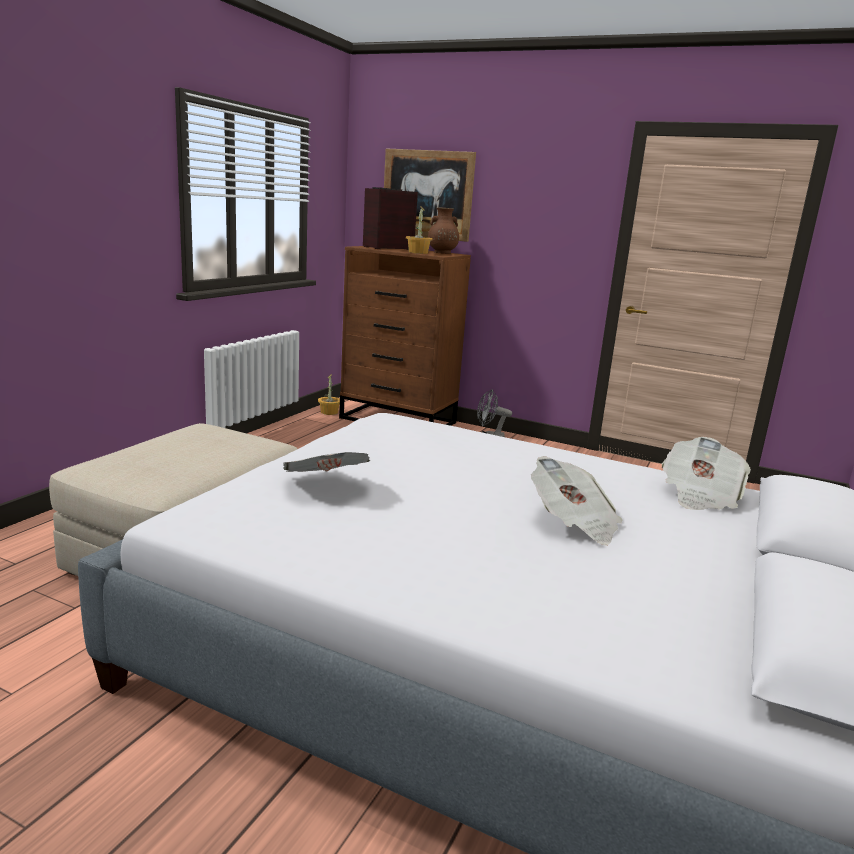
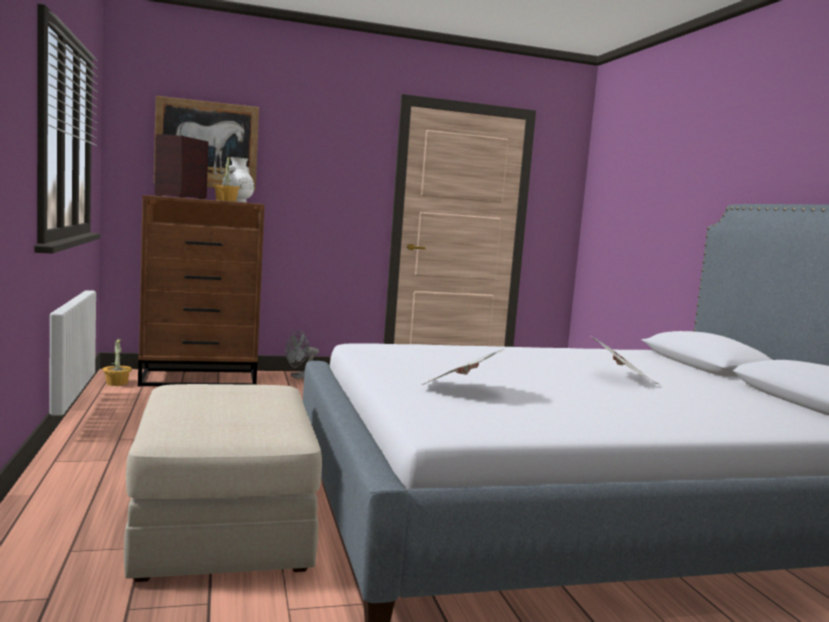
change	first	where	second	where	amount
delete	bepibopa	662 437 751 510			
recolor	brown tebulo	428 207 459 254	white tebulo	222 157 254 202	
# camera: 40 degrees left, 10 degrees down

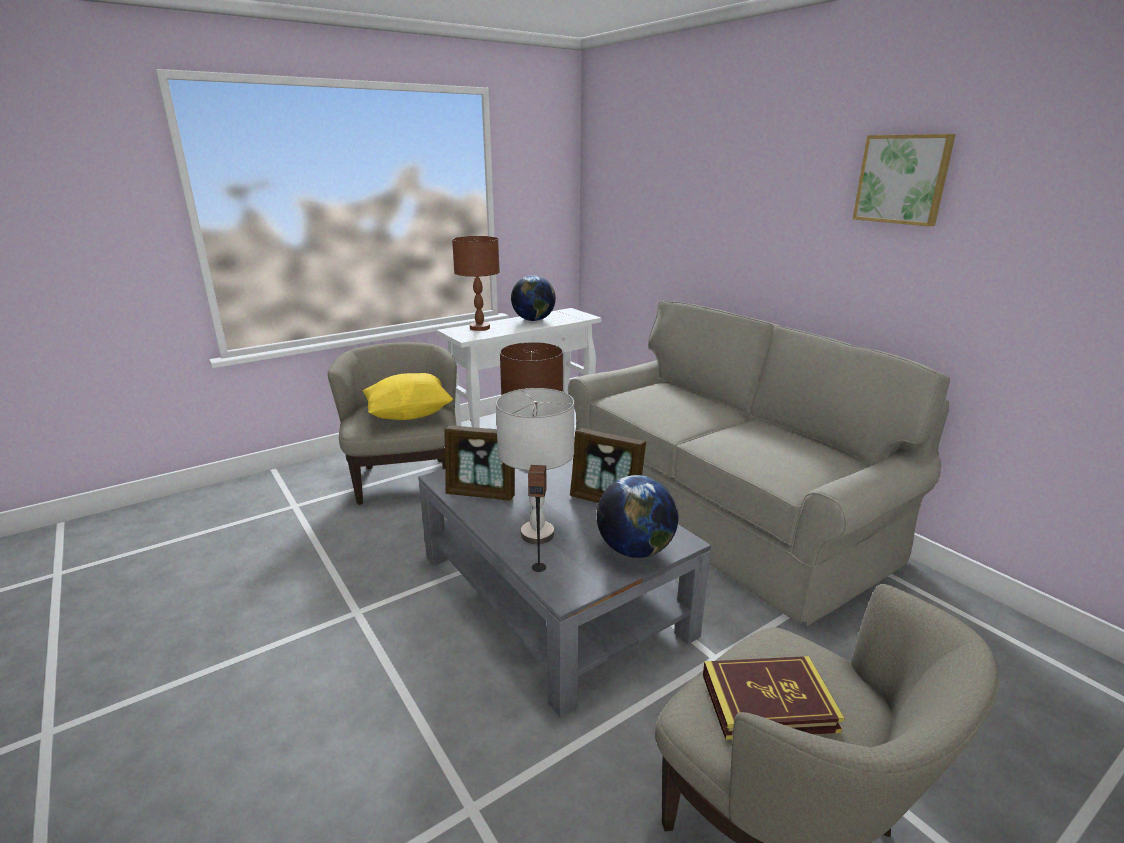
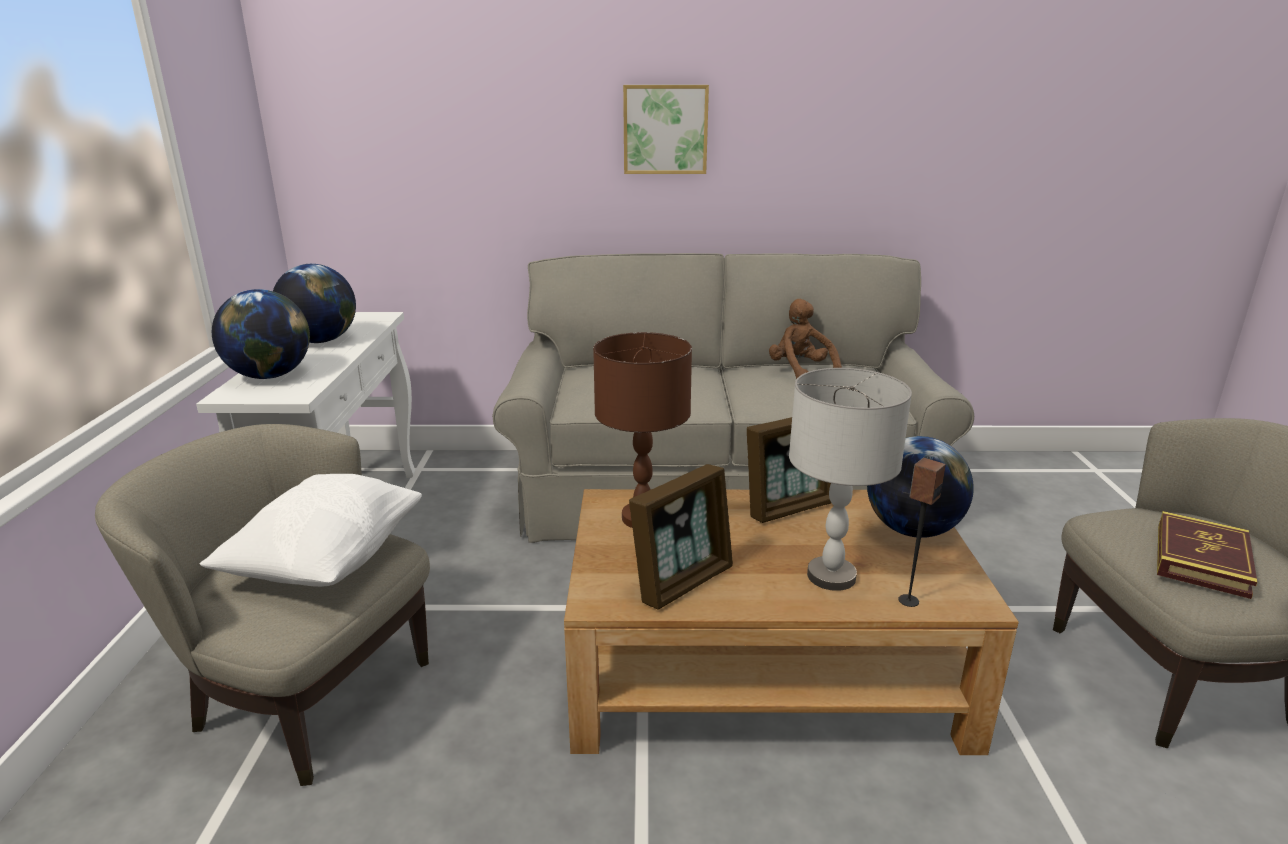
change	first	where	second	where	amount
insert			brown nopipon	769 299 842 379	
move	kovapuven	853 134 956 227		623 85 709 174	
replace	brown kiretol	452 236 500 331	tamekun	212 289 310 379	
recolor	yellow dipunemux	362 373 453 420	white dipunemux	200 474 422 587	
recolor	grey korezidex	418 458 711 718	brown korezidex	564 489 1019 755	
# camera: 55 degrees left, 0 degrees up

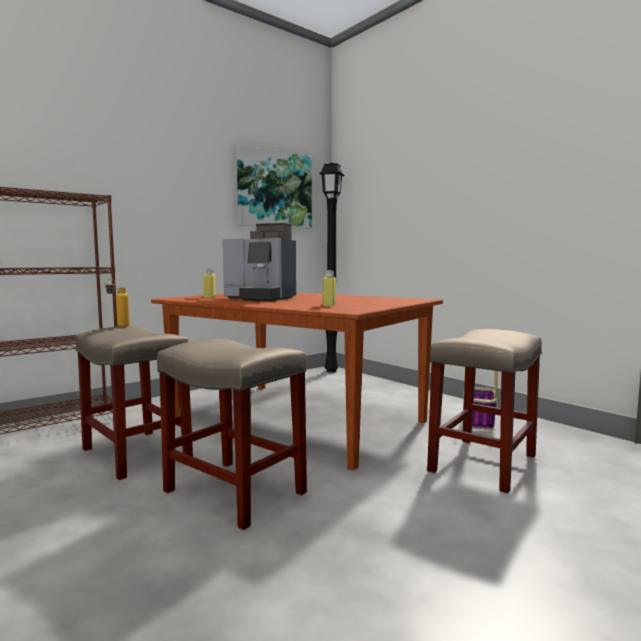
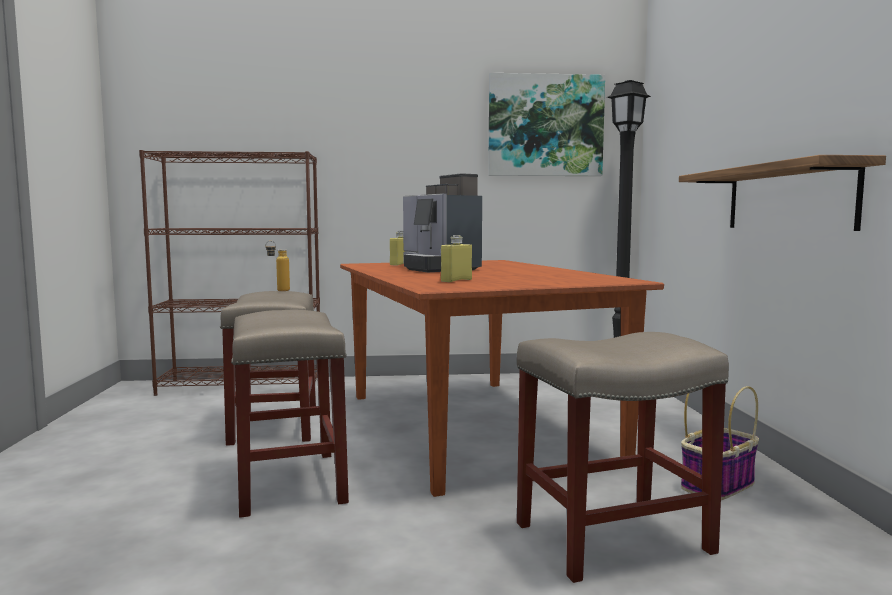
change	first	where	second	where	amount
insert			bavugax	679 155 886 231	
# camera: 35 degrees right, 0 degrees up

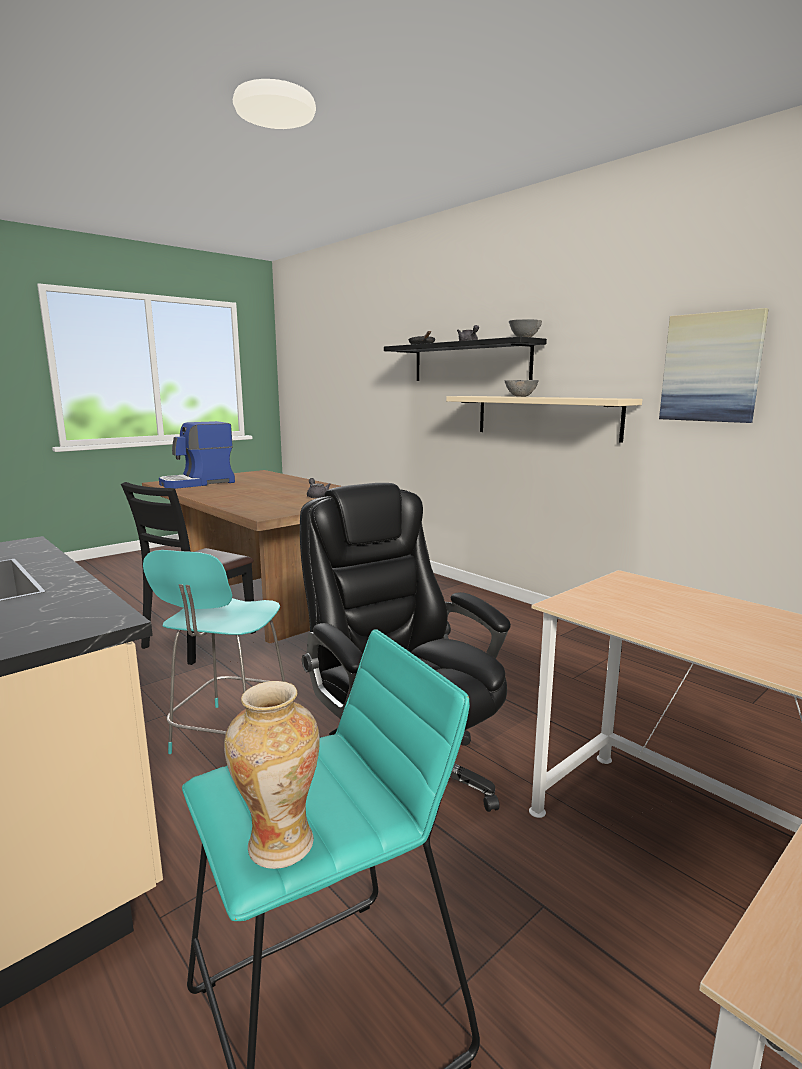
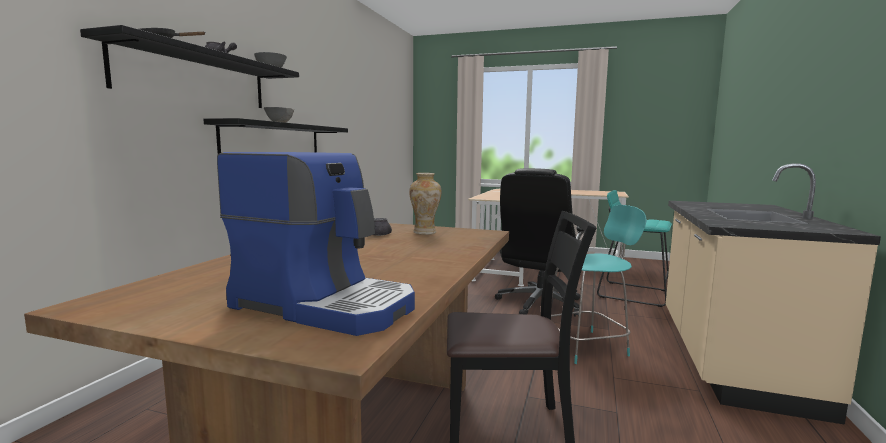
change	first	where	second	where	amount
delete	kovapuven	659 308 769 423			
move	tebulo	224 681 320 869		409 173 442 235	
recolor	beige bavugax	446 396 642 443	black bavugax	203 118 348 154	
# camera: 120 degrees left, 5 degrees down

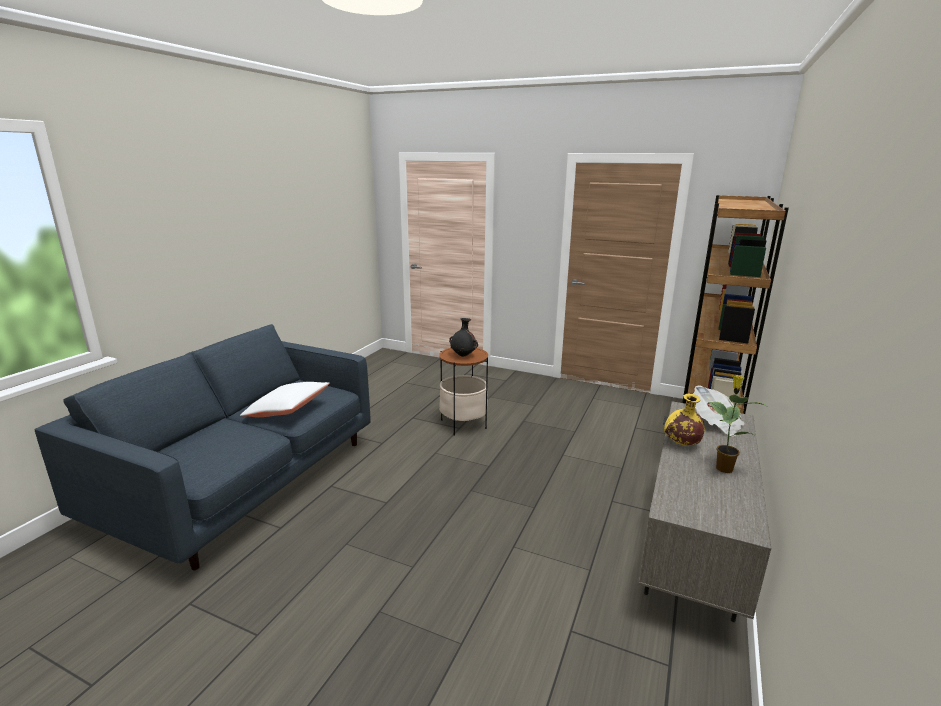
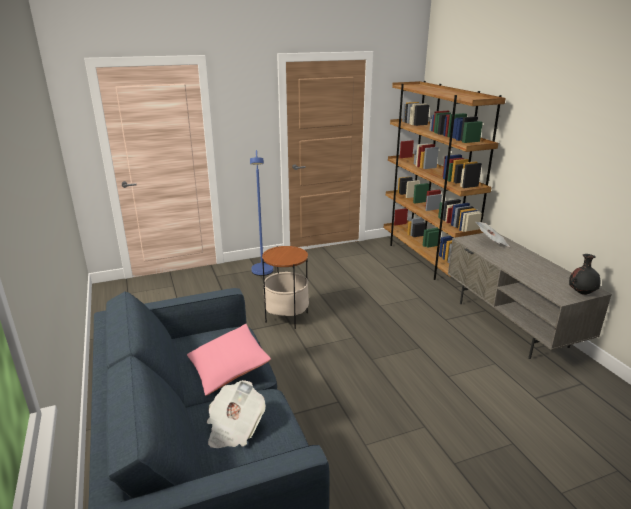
change	first	where	second	where	amount
delete	yellow tebulo	664 394 705 445			
delete	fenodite	708 375 768 473			
insert			bepibopa	207 380 266 448	
insert			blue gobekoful	250 150 273 276	
move	black tebulo	449 318 478 357		569 254 601 295	
recolor	white dipunemux	240 382 329 417	pink dipunemux	187 324 271 396	
# camera: 45 degrees left, 5 degrees up

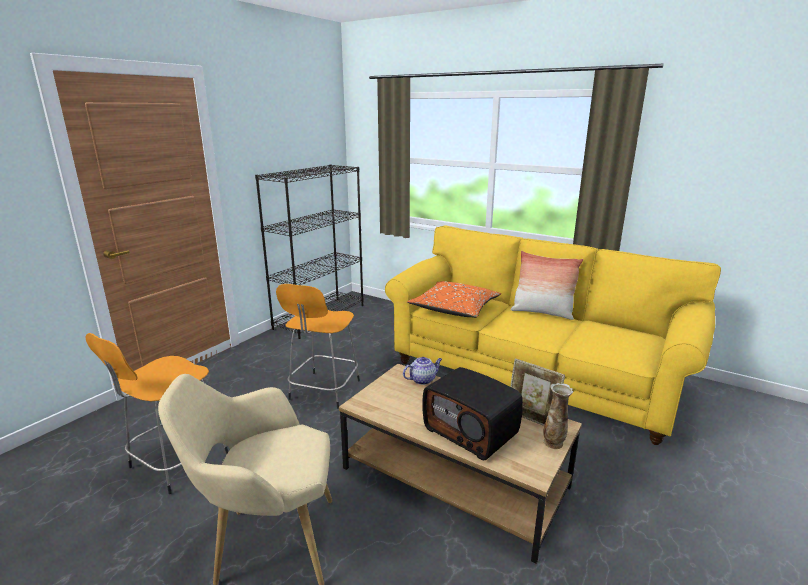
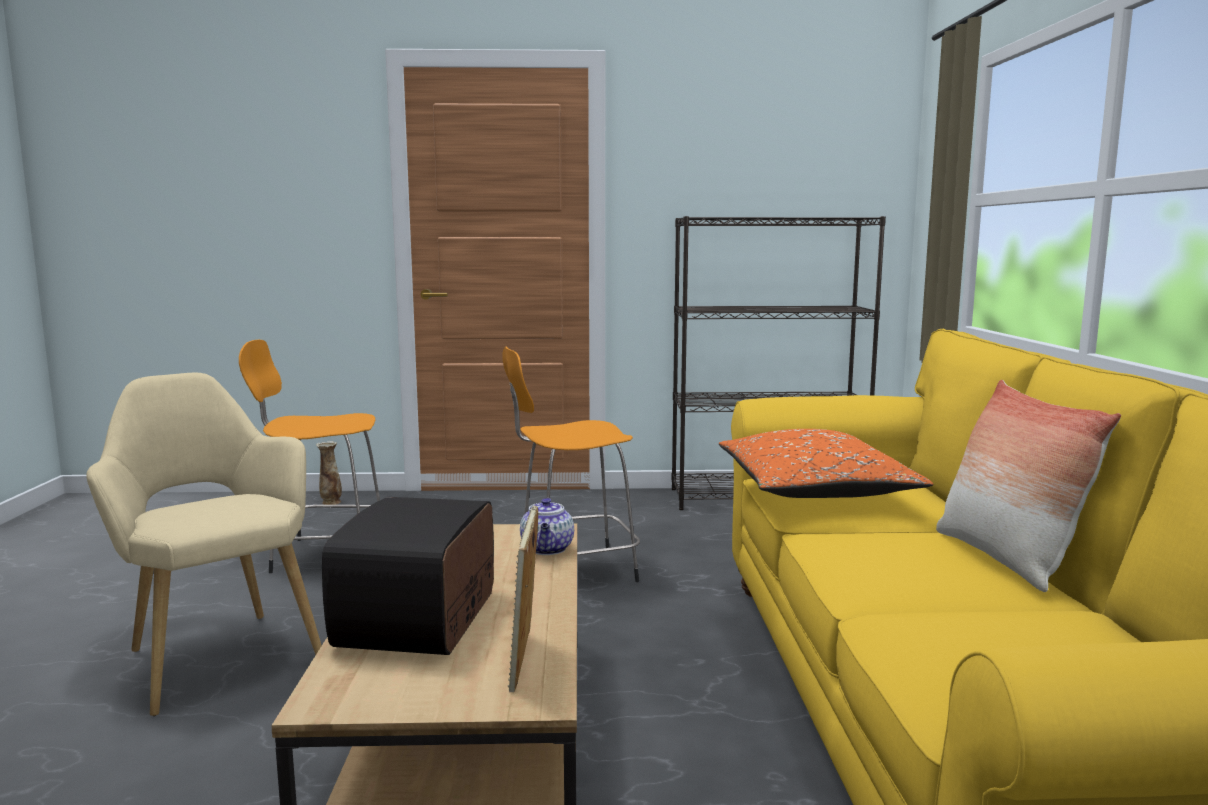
change	first	where	second	where	amount
move	tebulo	543 383 573 449		316 441 342 505	
rotate	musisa	403 357 442 385		520 498 574 555	60 degrees clockwise
# camera: 55 degrees right, 10 degrees down

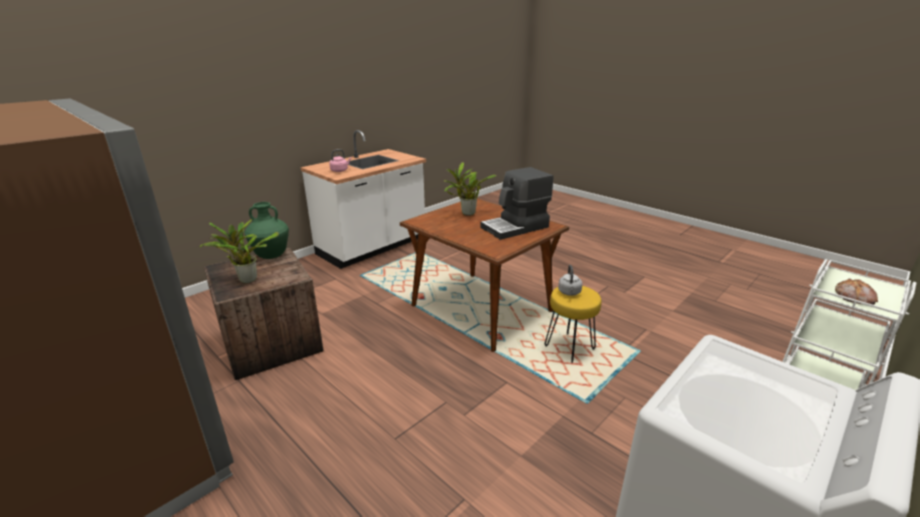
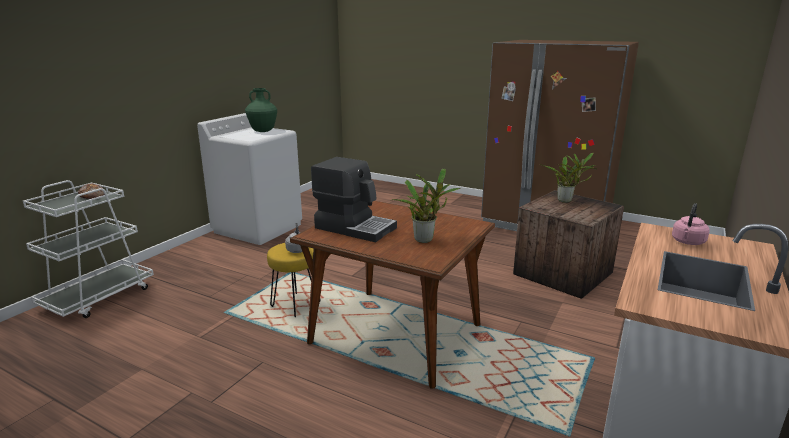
change	first	where	second	where	amount
move	green tebulo	244 202 289 259		245 88 277 132	
rotate	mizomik	480 167 554 240		311 157 397 242	75 degrees clockwise
# camera: 165 degrees right, 5 degrees down

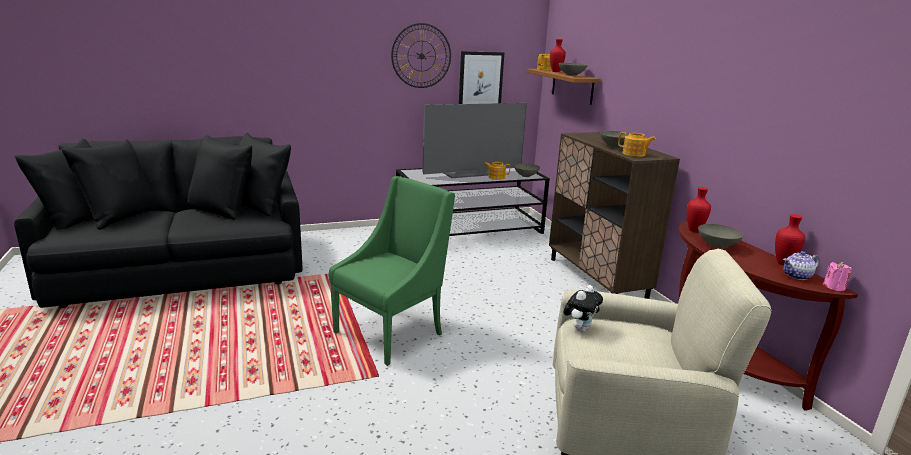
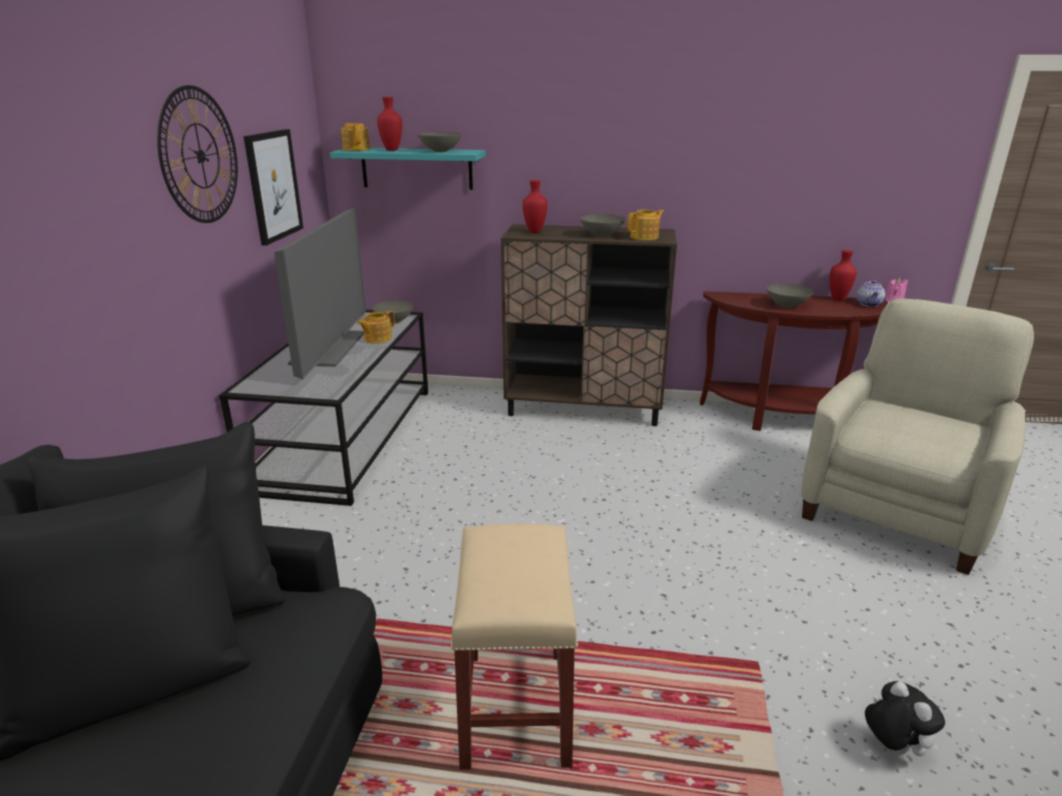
change	first	where	second	where	amount
delete	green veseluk	329 176 455 366			
insert			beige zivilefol	451 524 578 770	
move	nopipon	563 285 603 332		865 681 945 756	
move	red tebulo	687 187 711 232		523 180 547 233	
recolor	brown bavugax	527 69 601 105	turquoise bavugax	330 148 486 190	
# camera: 60 degrees left, 5 degrees up

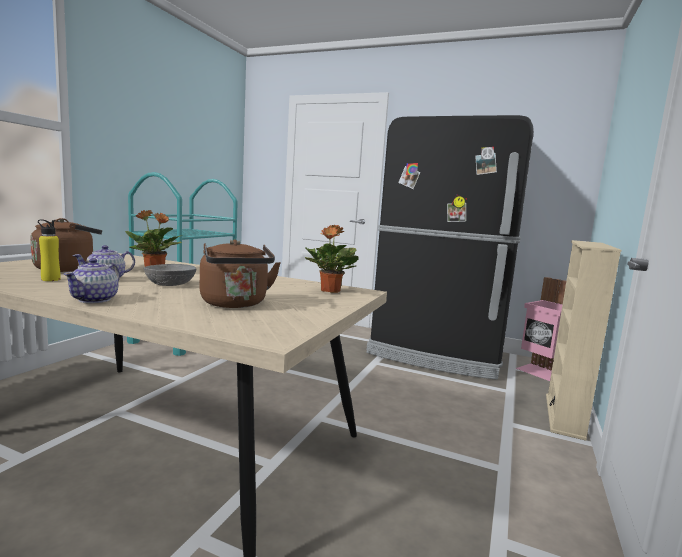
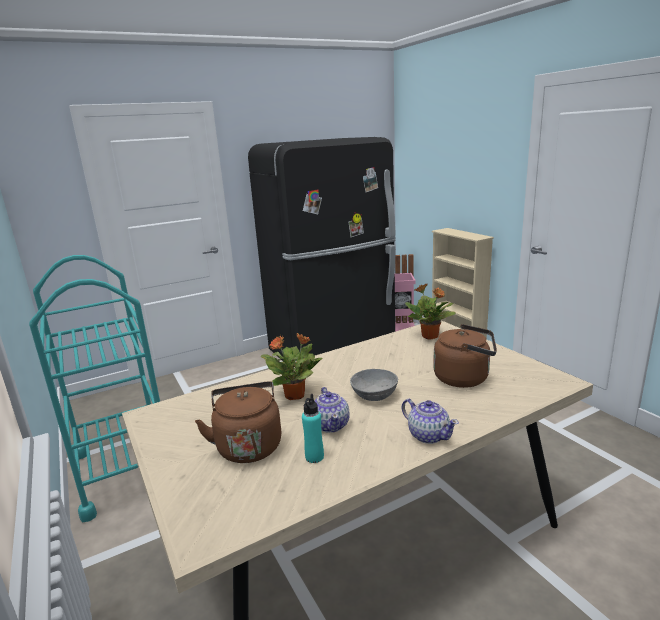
change	first	where	second	where	amount
recolor	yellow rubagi	38 219 61 281	turquoise rubagi	302 394 324 463	
# camera: 50 degrees left, 10 degrees up

